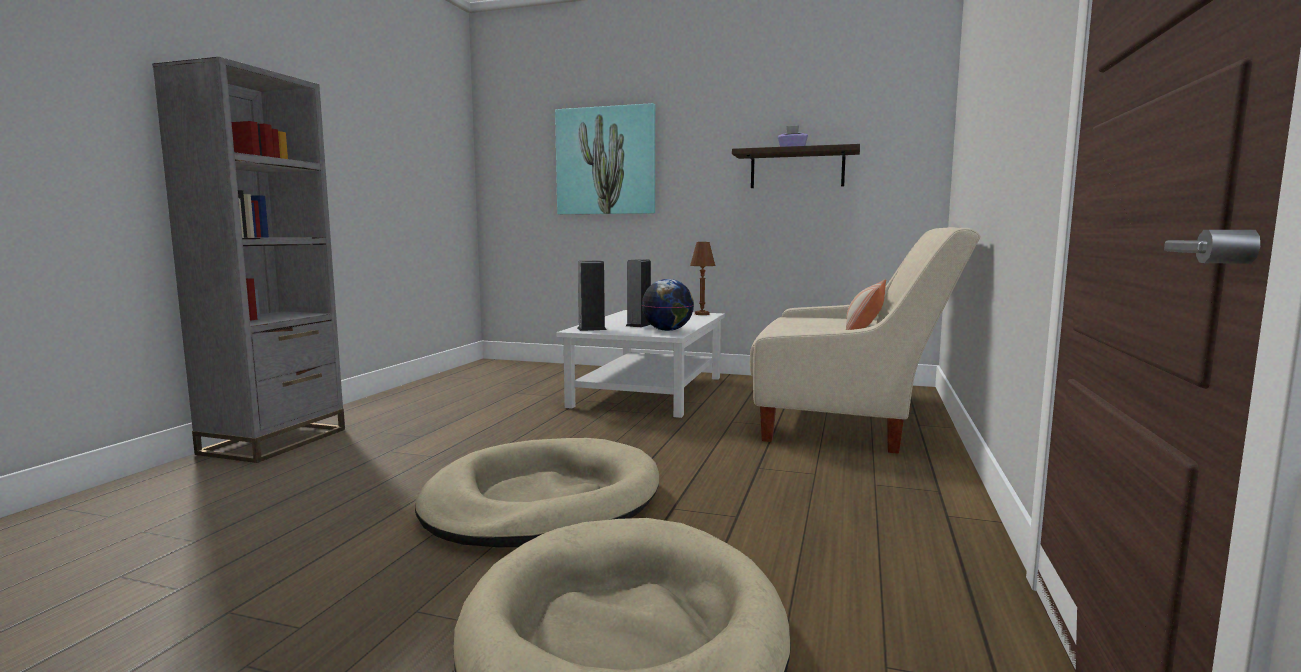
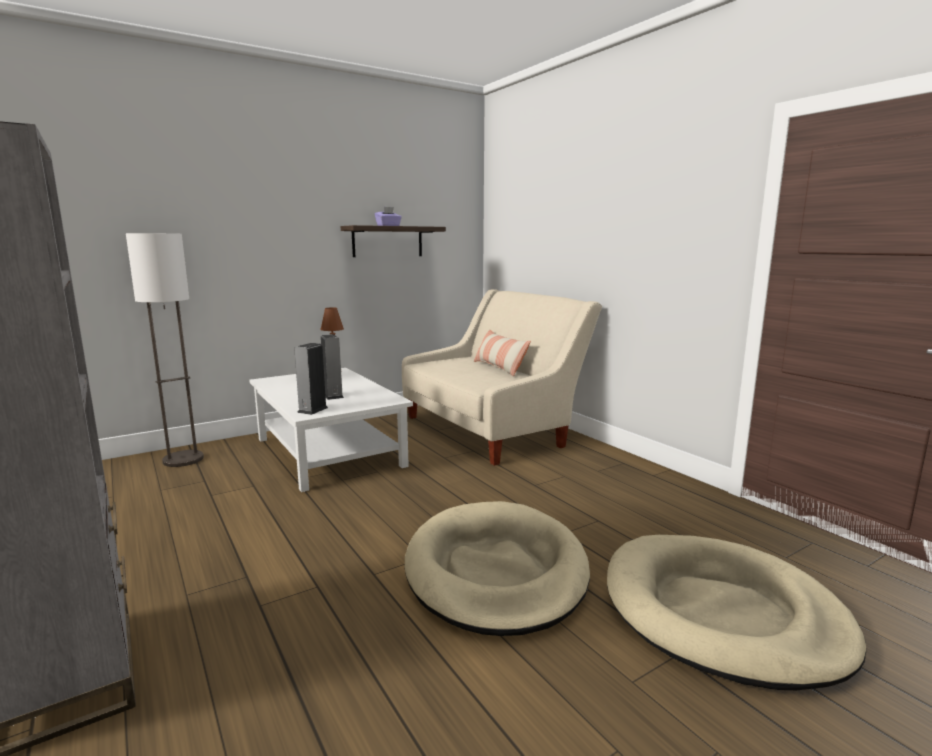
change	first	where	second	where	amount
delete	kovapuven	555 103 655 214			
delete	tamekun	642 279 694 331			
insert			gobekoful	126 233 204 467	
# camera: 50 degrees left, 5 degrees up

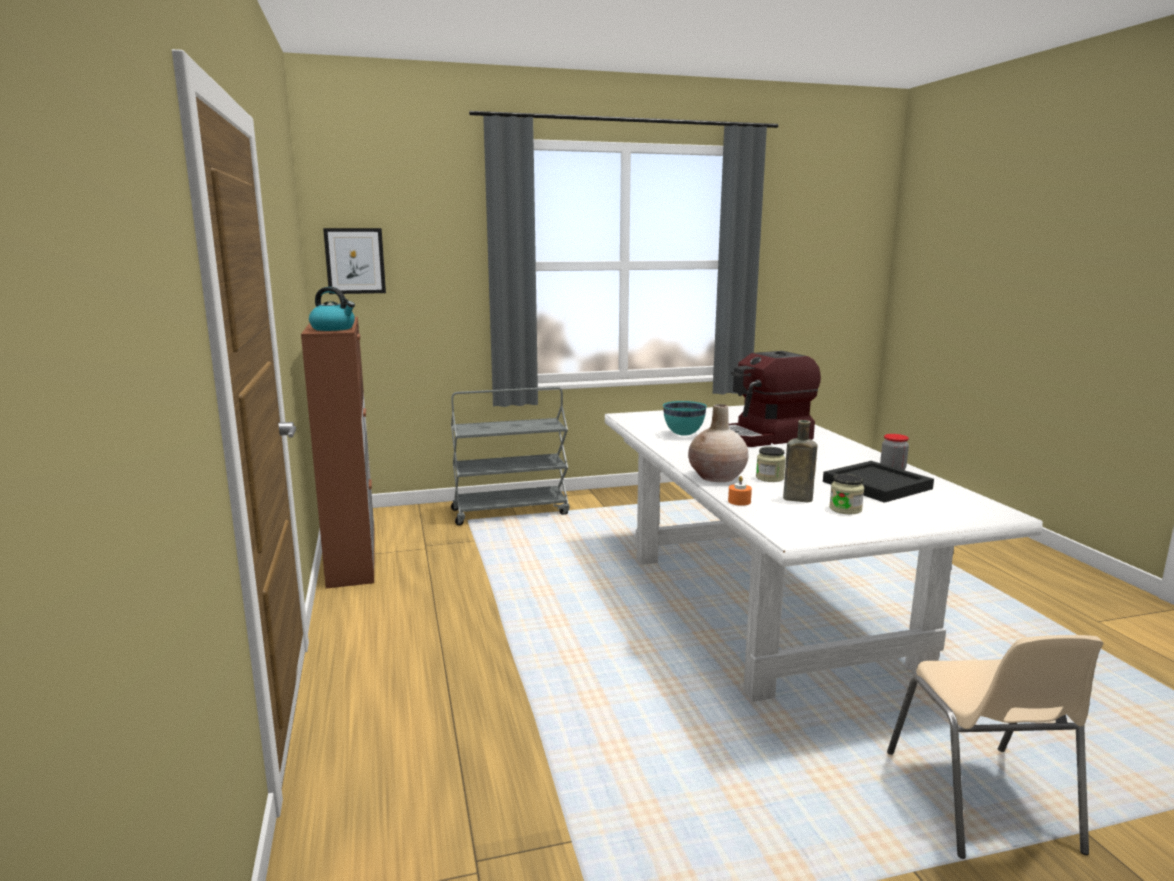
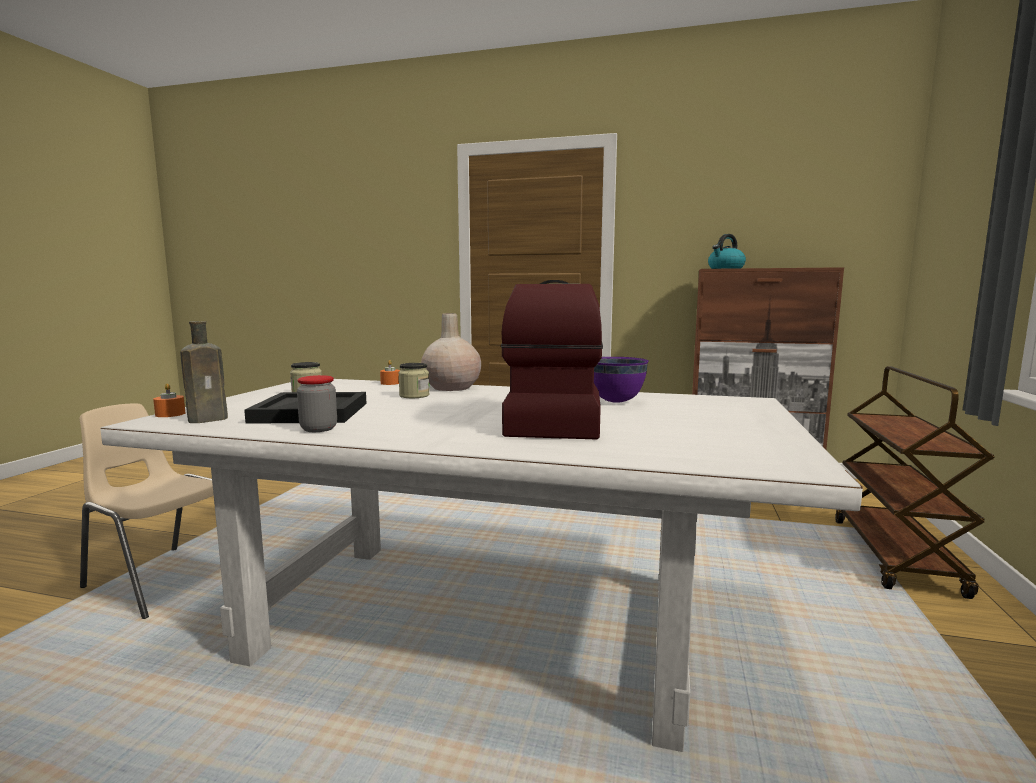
change	first	where	second	where	amount
delete	kovapuven	323 228 386 294			
insert			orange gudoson	153 384 185 417	
move	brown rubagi	783 420 817 502		180 321 228 423	
recolor	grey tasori	451 387 570 525	brown tasori	835 366 995 599	
recolor	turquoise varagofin	663 401 707 436	purple varagofin	594 357 649 403	
# camera: 120 degrees right, 5 degrees down

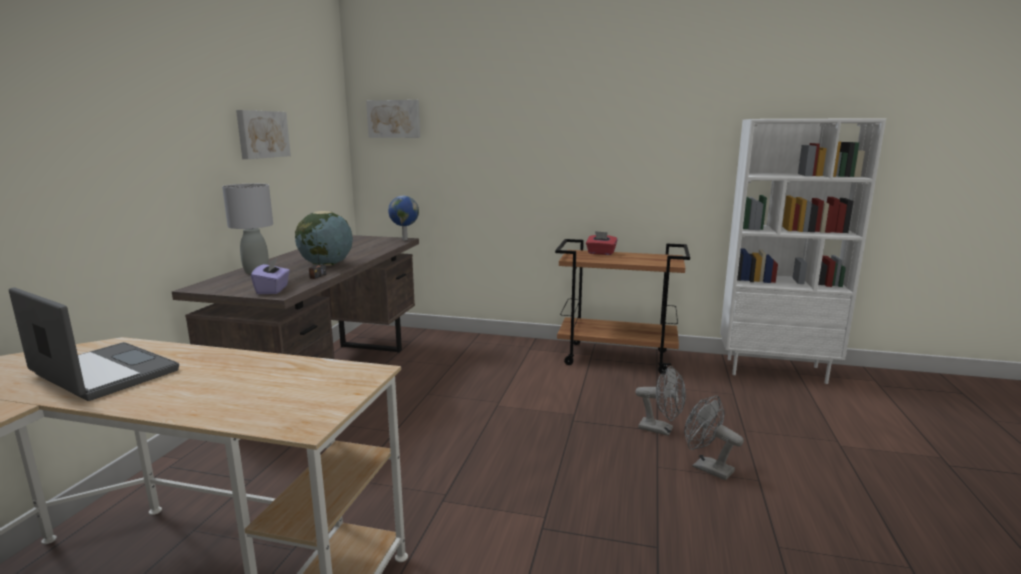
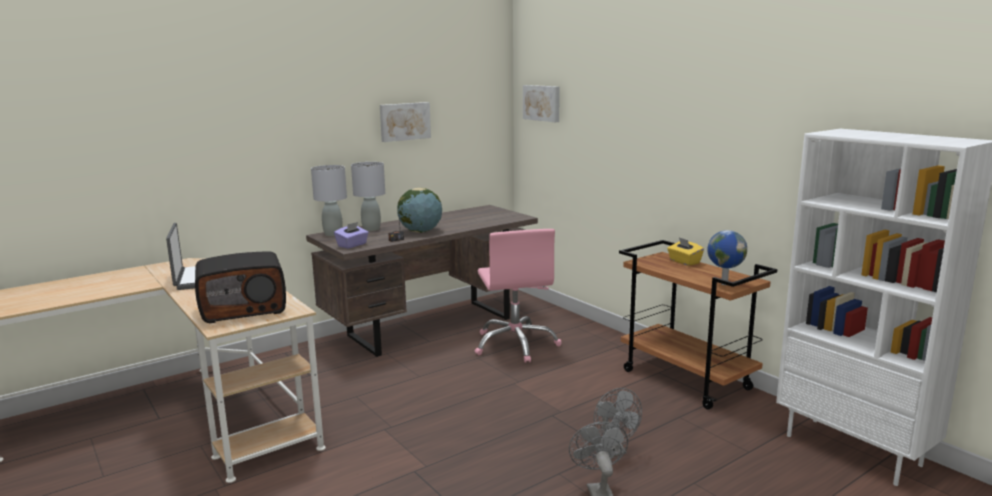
change	first	where	second	where	amount
insert			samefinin	195 252 286 323	
insert			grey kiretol	311 165 347 236	
insert			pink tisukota	475 229 562 363	
move	tamekun	388 196 419 240		707 230 747 285	
recolor	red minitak	586 231 618 255	yellow minitak	667 237 704 266	
# camera: 40 degrees right, 0 degrees up

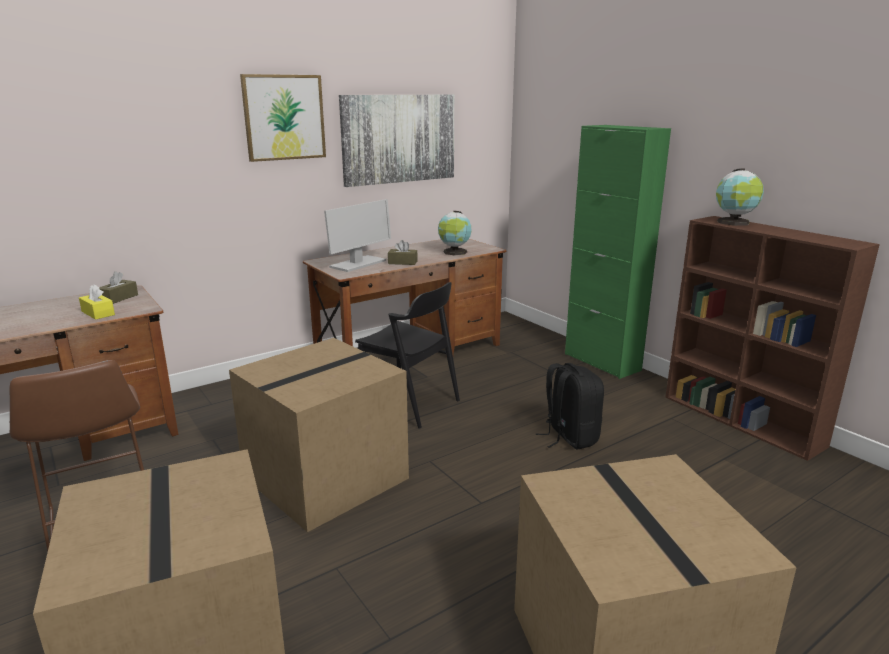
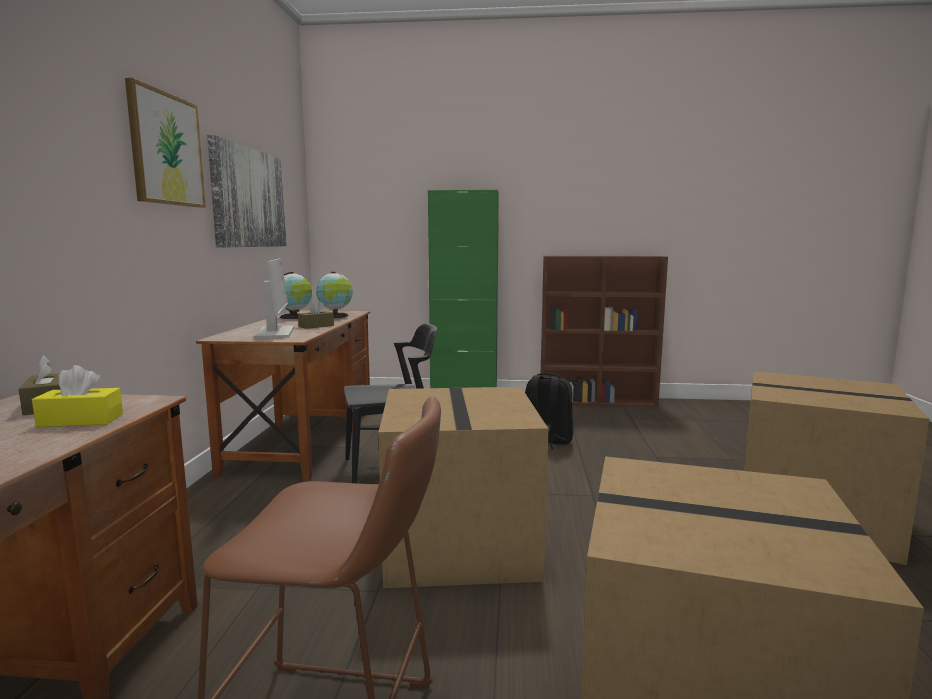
change	first	where	second	where	amount
move	tamekun	716 168 764 226		280 272 312 319	
# camera: 50 degrees left, 10 degrees down

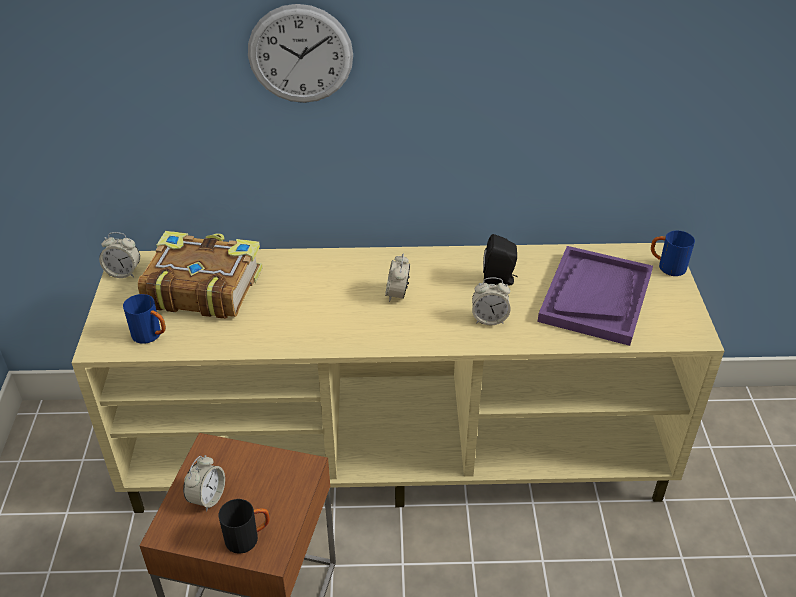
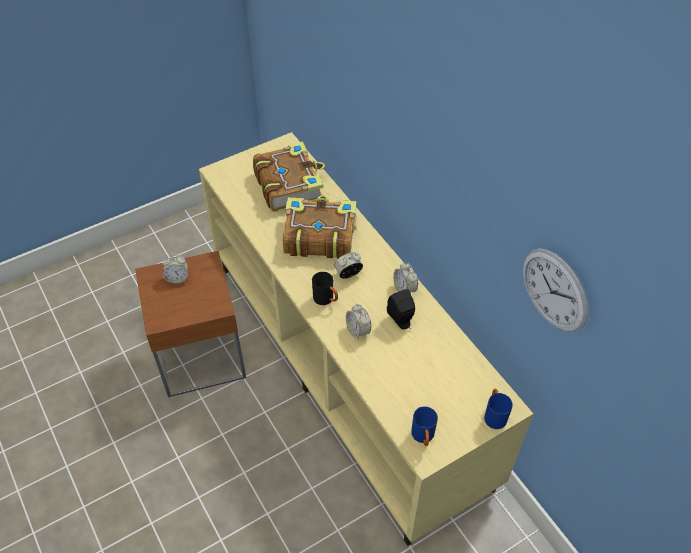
change	first	where	second	where	amount
delete	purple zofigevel	537 246 653 346			
insert			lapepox	283 195 356 259	
move	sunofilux	99 232 140 278		393 262 418 293	
move	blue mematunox	123 294 166 344		411 406 438 446	
move	black mematunox	219 499 270 554		312 272 338 305	
move	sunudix	248 4 353 103		523 248 588 332	
# camera: 60 degrees right, 10 degrees up

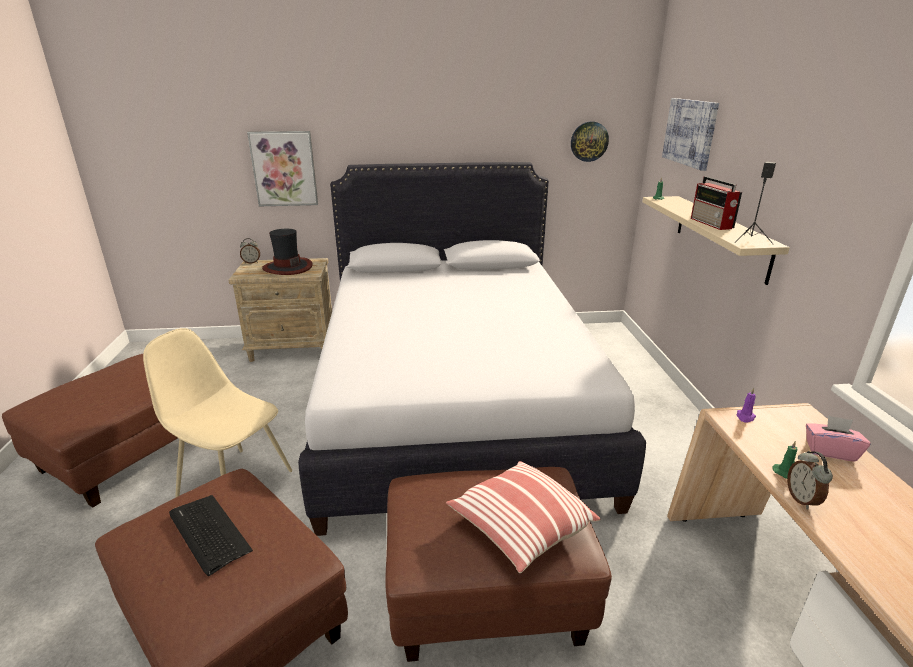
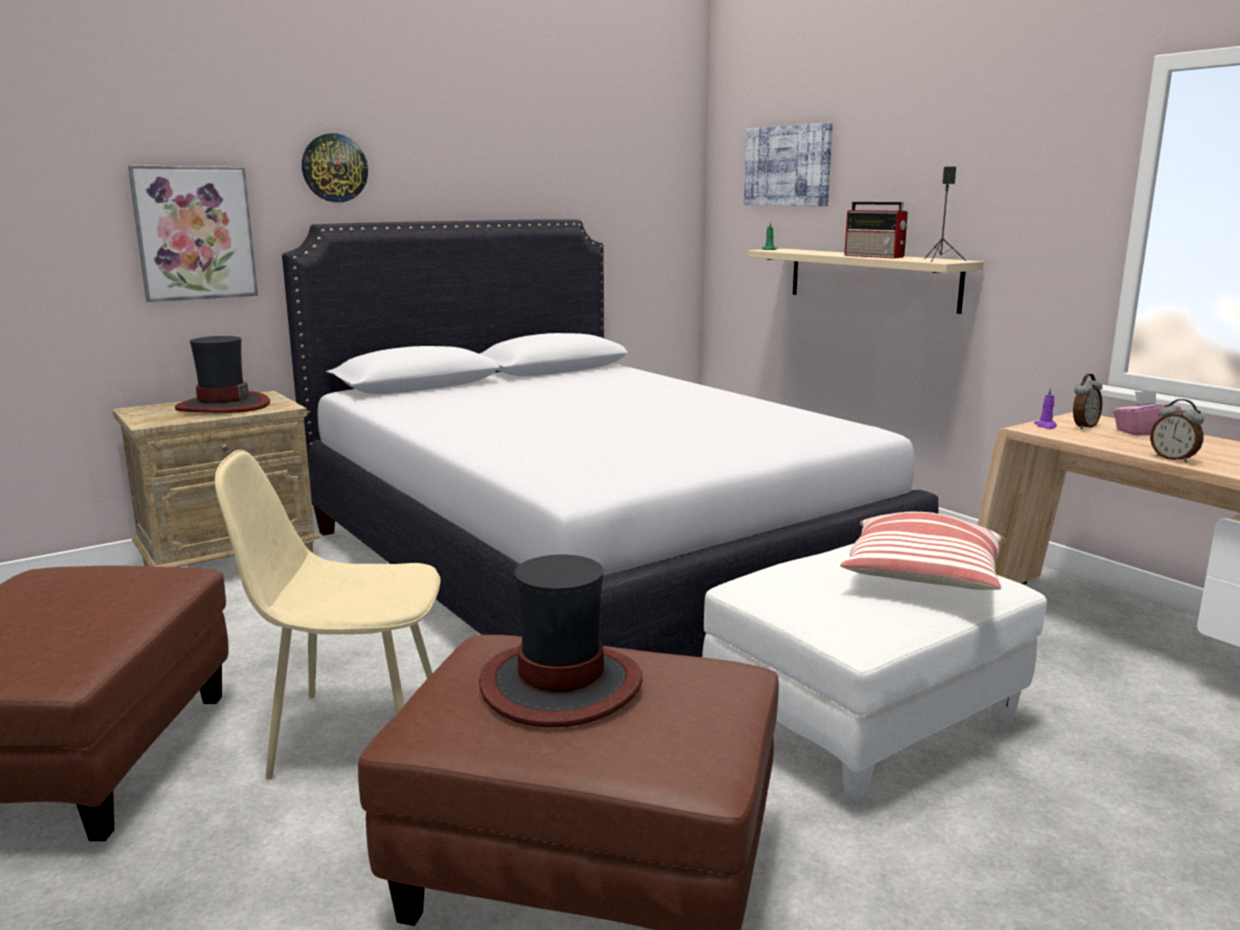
change	first	where	second	where	amount
delete	green gudoson	772 441 798 479			
move	sunofilux	240 238 260 264		1073 374 1102 429	
move	sunudix	571 121 609 162		302 133 368 202	
replace	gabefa	169 495 253 576	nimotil	479 555 643 727	
recolor	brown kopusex	385 467 612 662	white kopusex	702 543 1047 806	
# camera: 30 degrees left, 10 degrees down

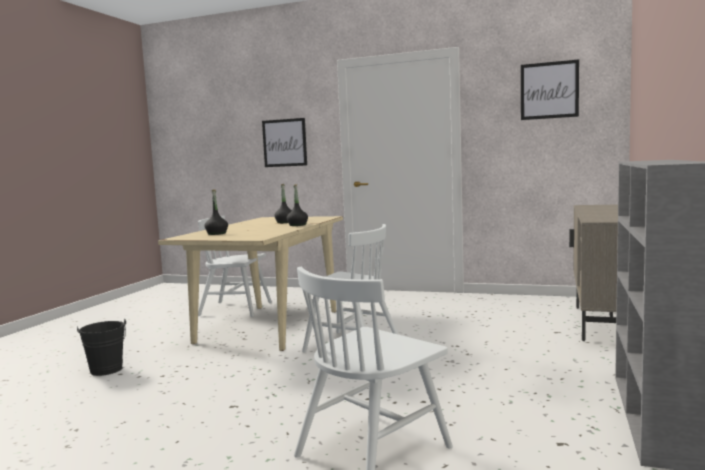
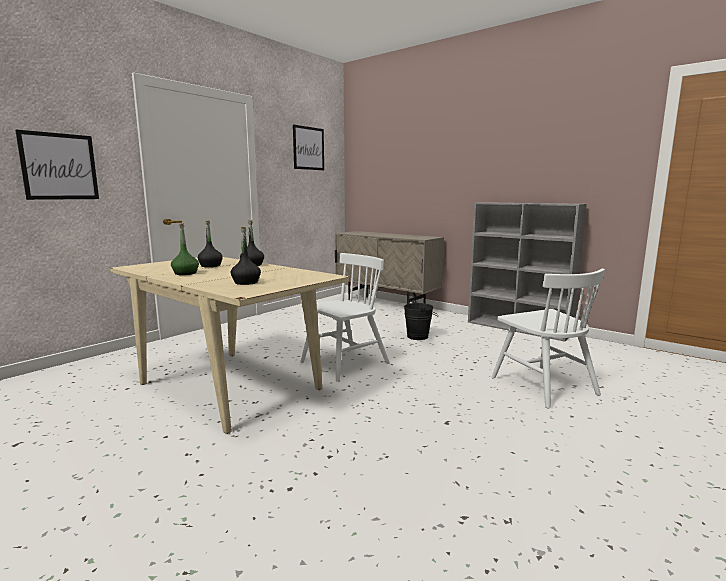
change	first	where	second	where	amount
delete	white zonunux	198 216 272 317			
insert			green rubagi	171 223 199 275	
move	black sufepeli	77 319 126 376		404 300 438 340	
# camera: 70 degrees left, 5 degrees up

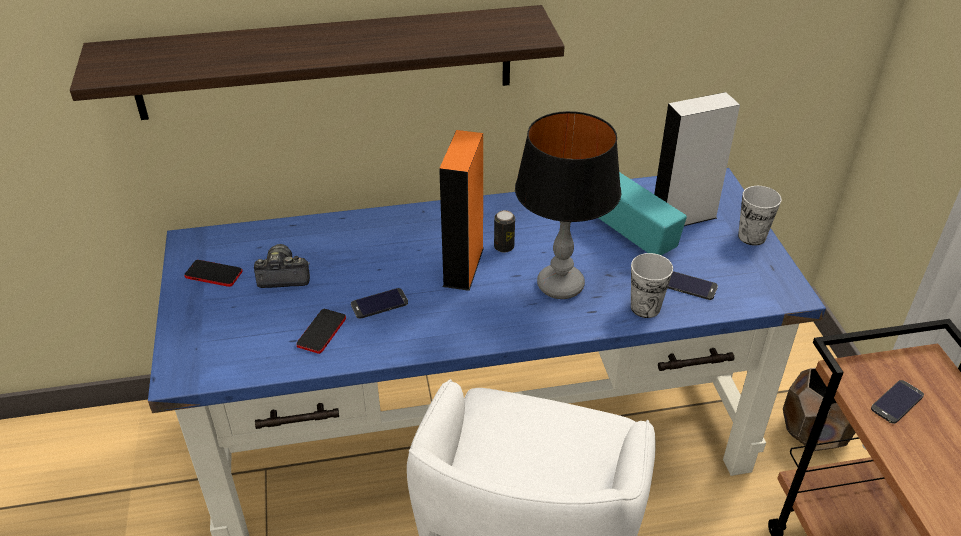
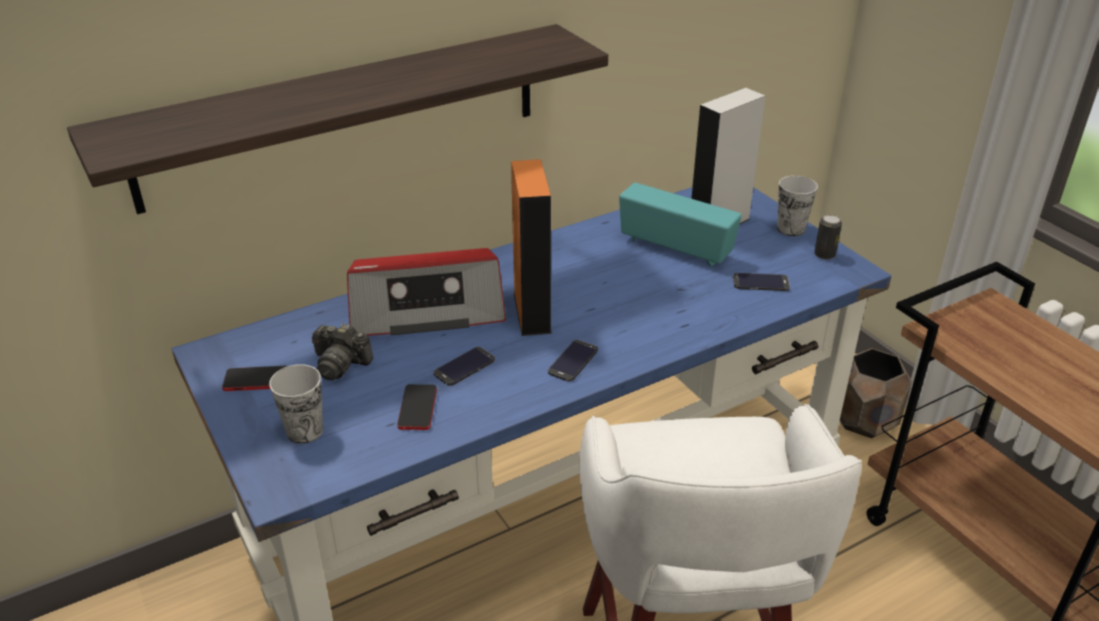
change	first	where	second	where	amount
delete	kiretol	515 111 621 299			
insert			samefinin	347 248 506 336	
move	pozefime	494 210 515 253		814 215 842 260	
move	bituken	631 253 673 318		269 364 323 444	
move	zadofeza	871 380 924 424		548 340 598 381	
rotate	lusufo	254 244 310 288		312 324 373 381	135 degrees counterclockwise
# camera: 20 degrees left, 5 degrees down

